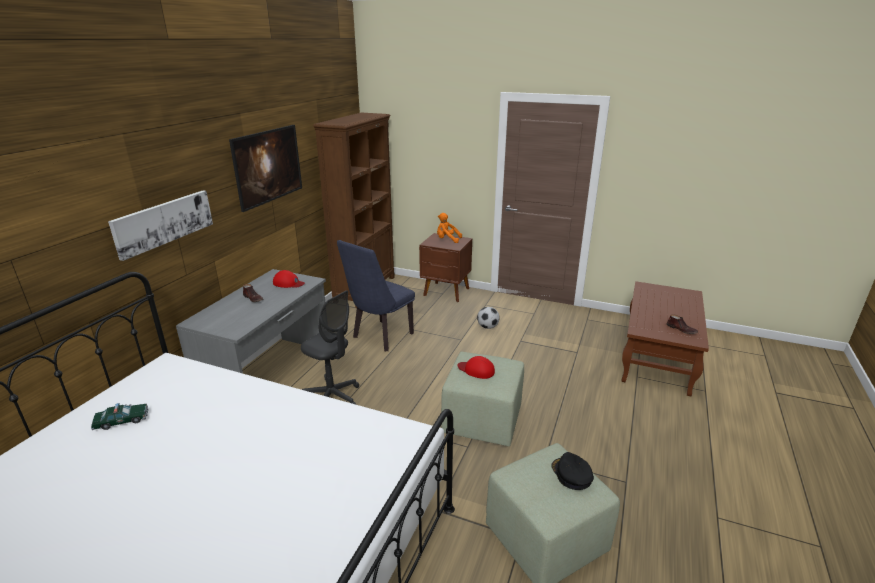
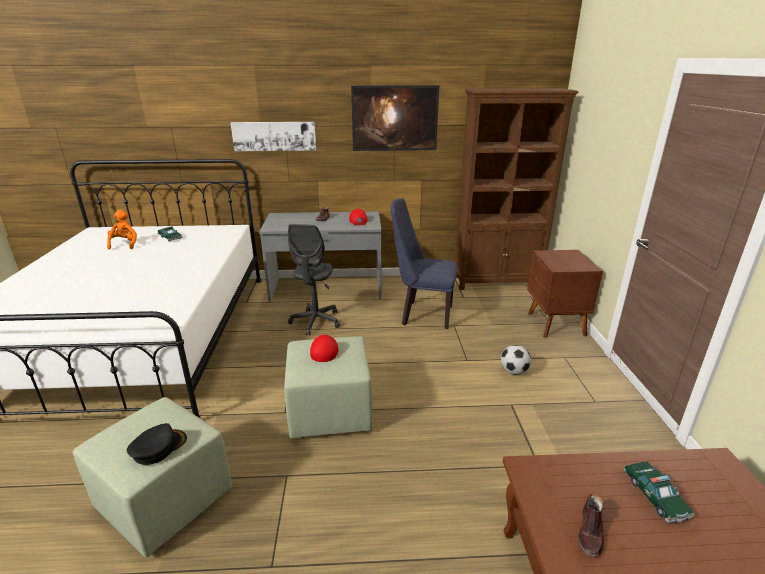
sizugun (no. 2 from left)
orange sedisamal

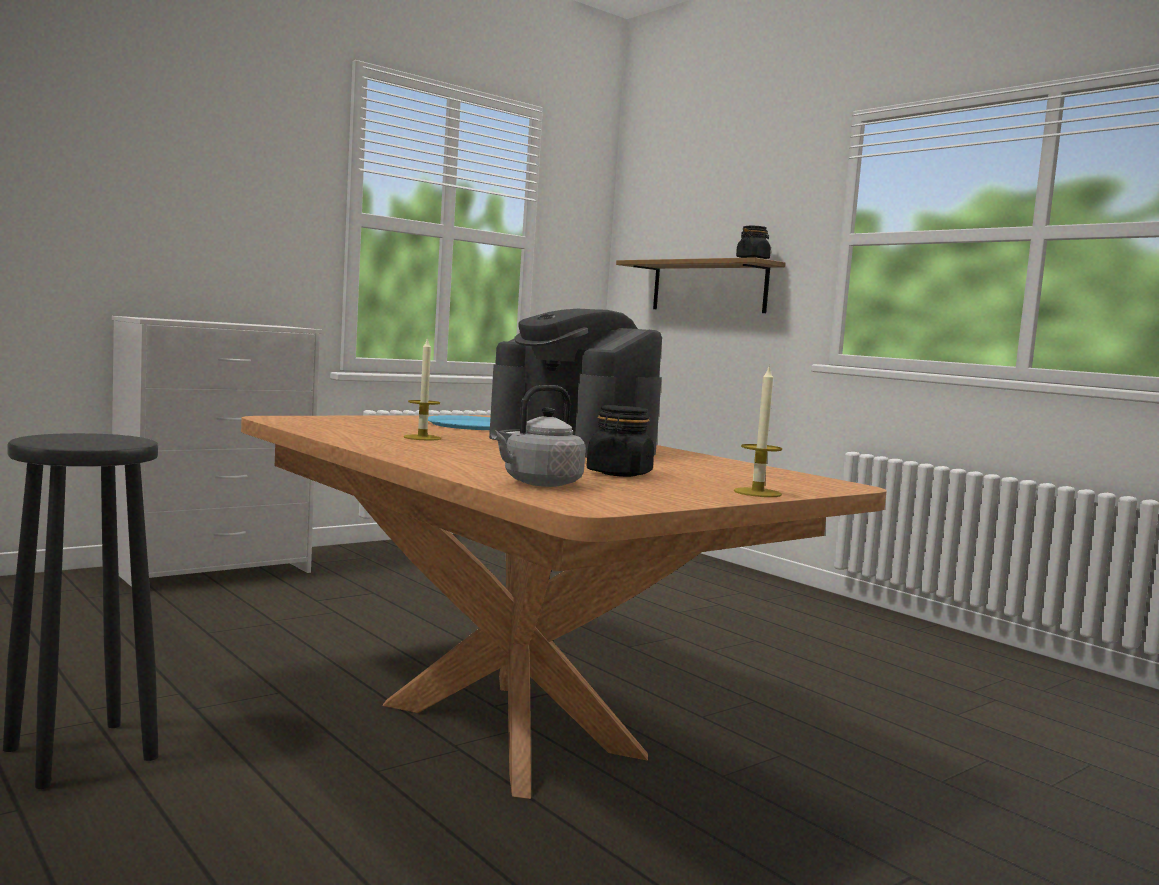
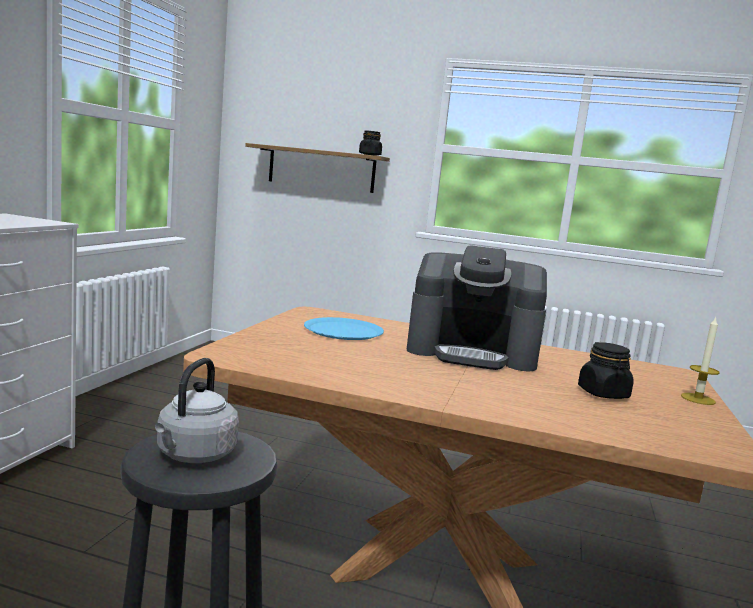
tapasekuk (no. 1 from left in the first image)
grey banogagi

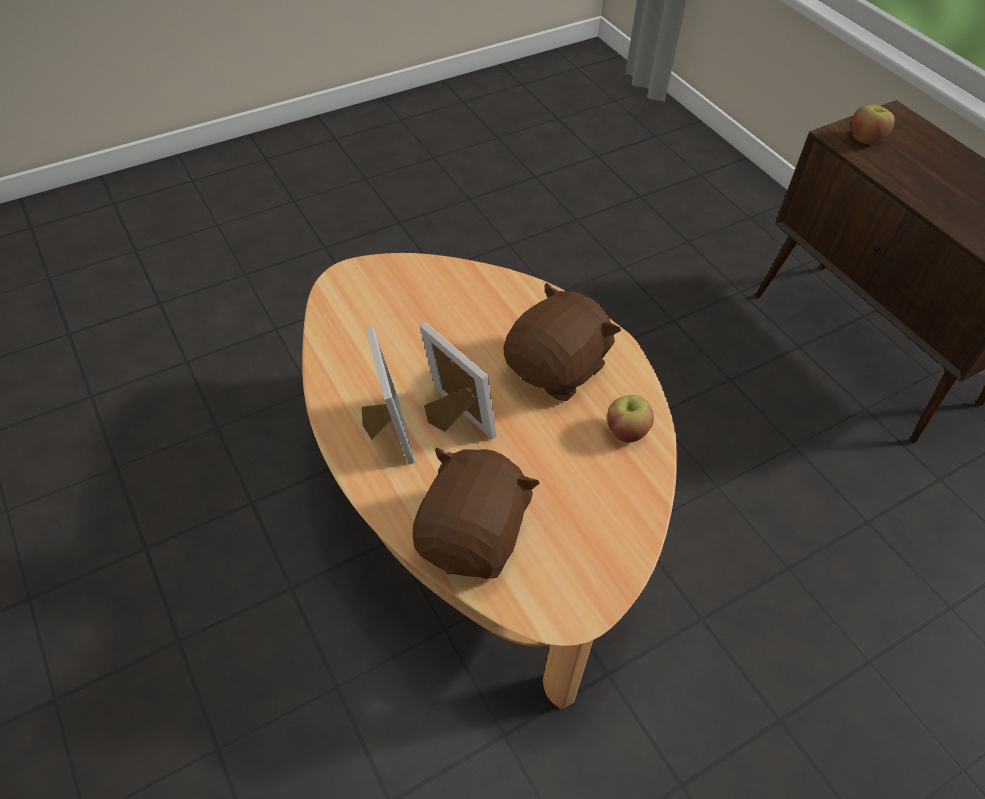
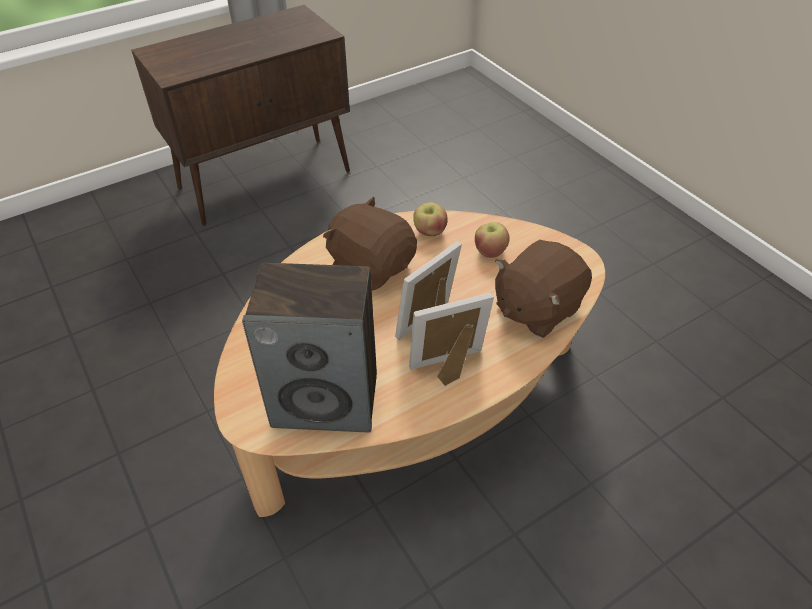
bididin
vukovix (no. 2 from left)
brown sedisamal (no. 2 from left)

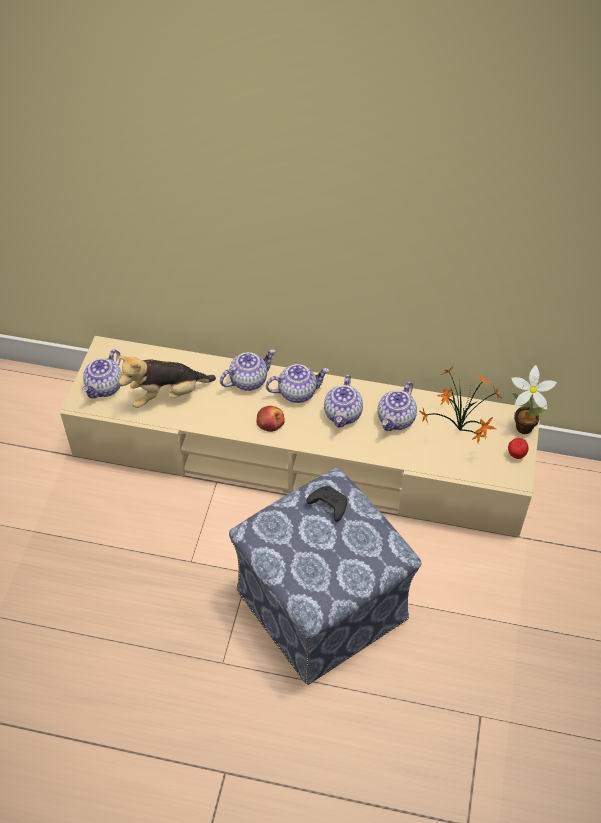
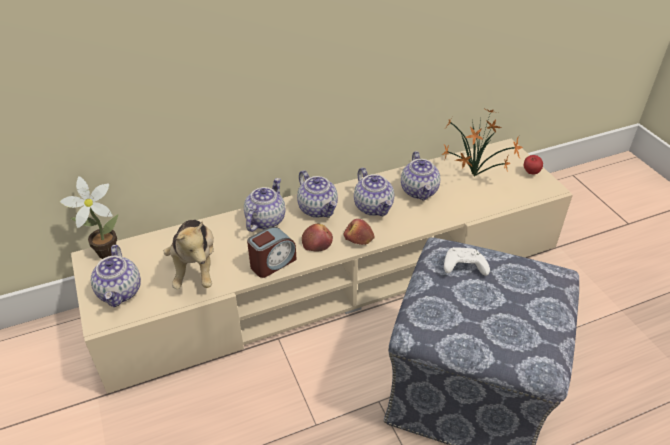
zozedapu
vukovix (no. 2 from left)
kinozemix (no. 1 from left)
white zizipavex
sedisamal
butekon (no. 3 from left)

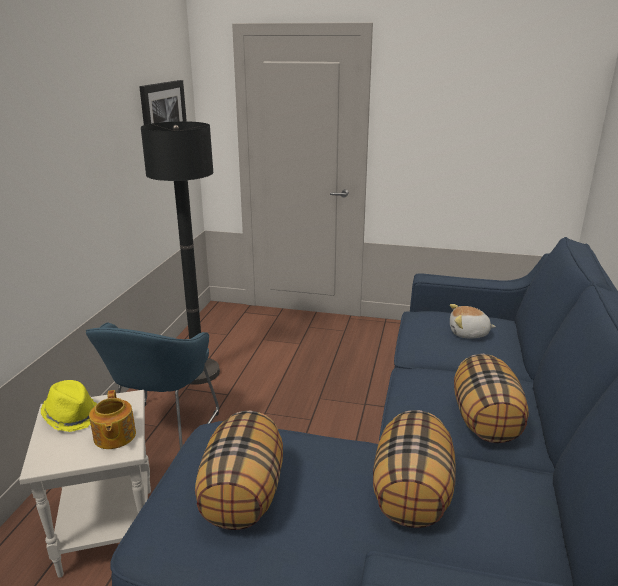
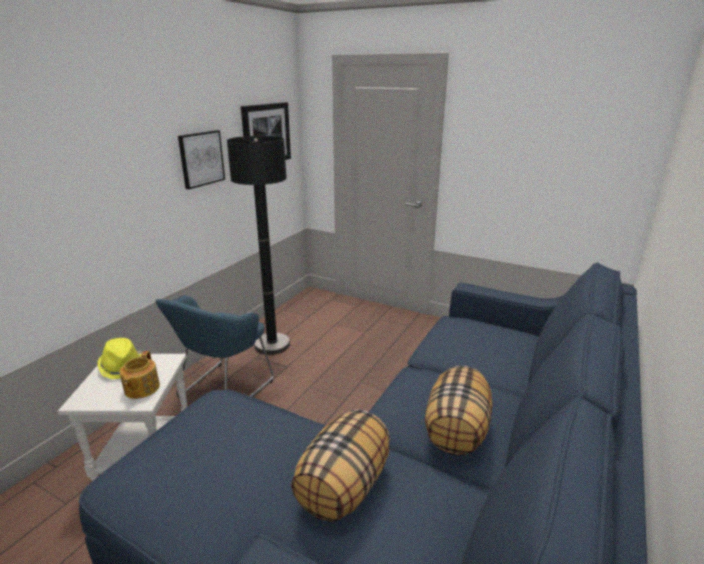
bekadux (no. 1 from left in the first image)
sedisamal
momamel (no. 1 from left)

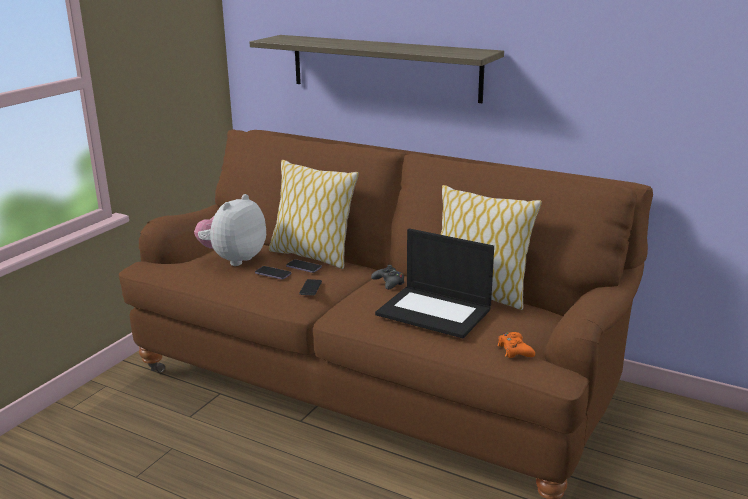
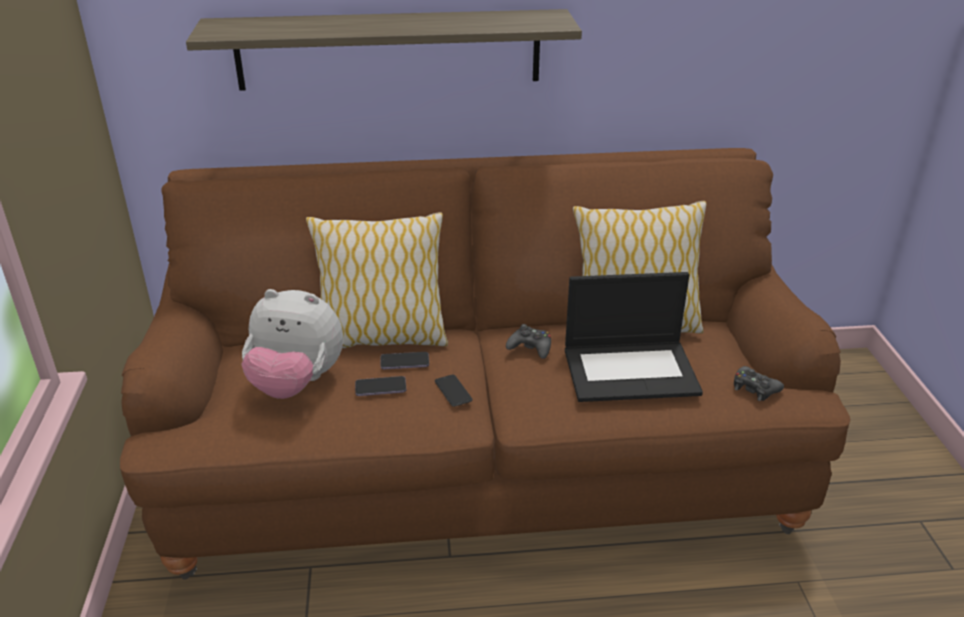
black zizipavex (no. 2 from left)
sedisamal

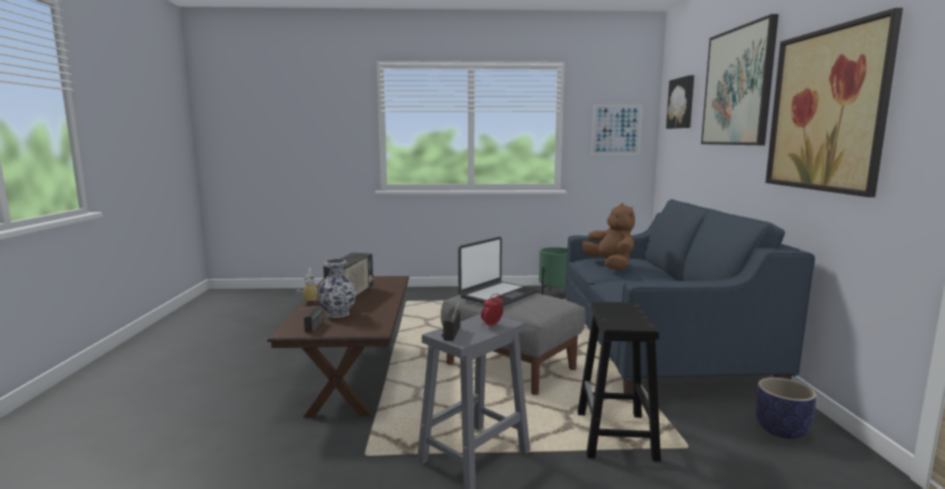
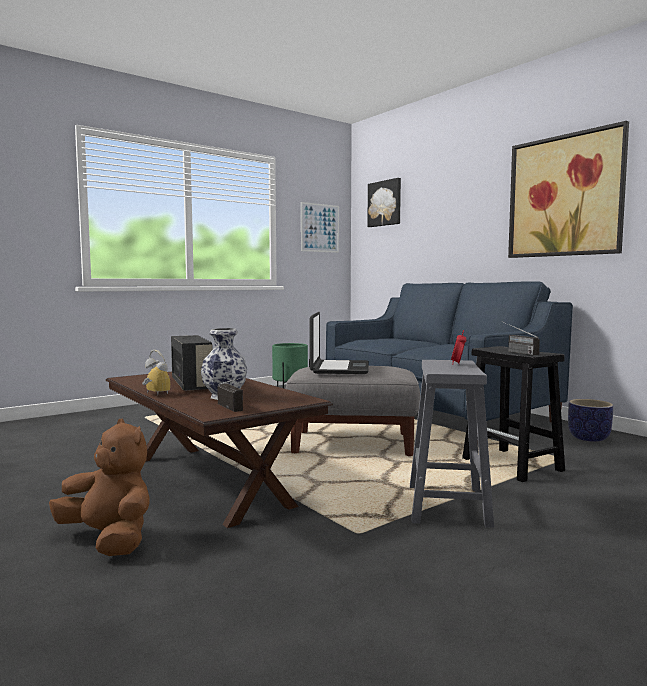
momamel (no. 3 from left in the first image)
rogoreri (no. 3 from left)
brown sedisamal

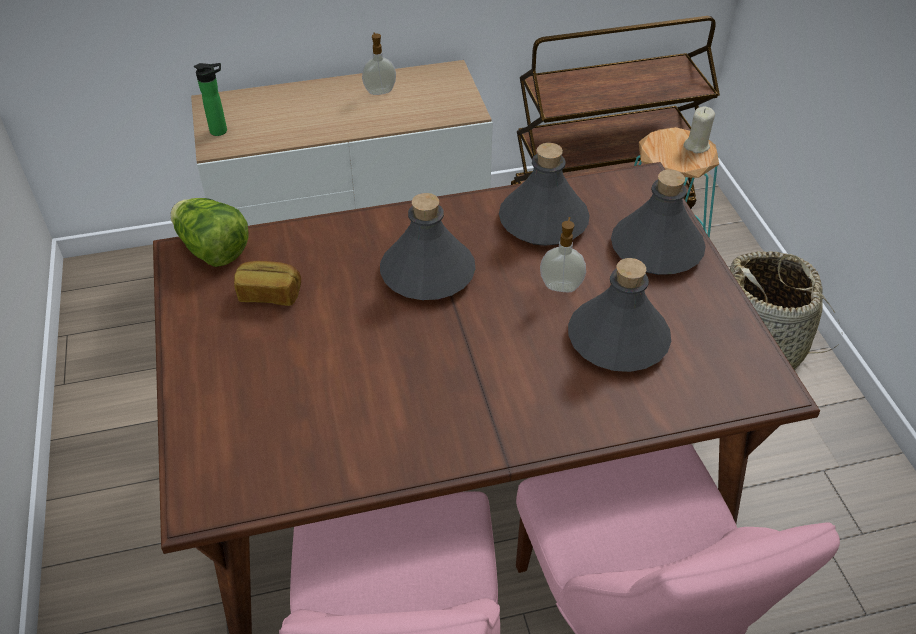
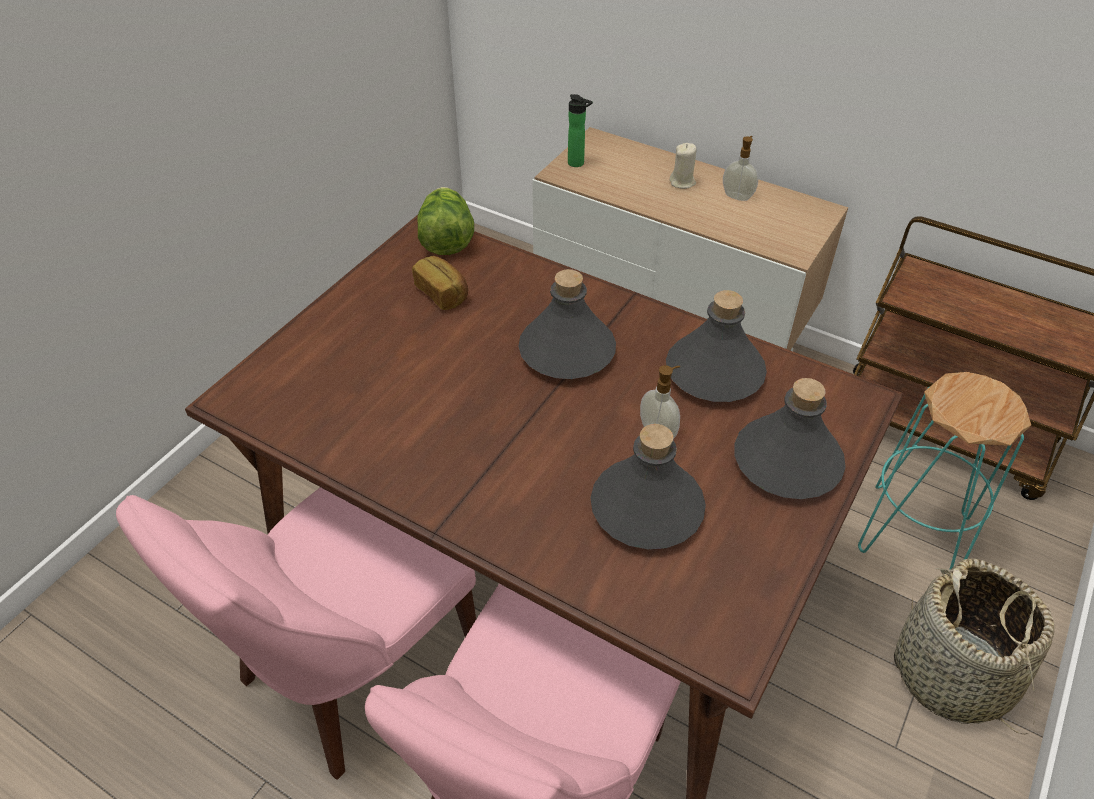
beige tapasekuk

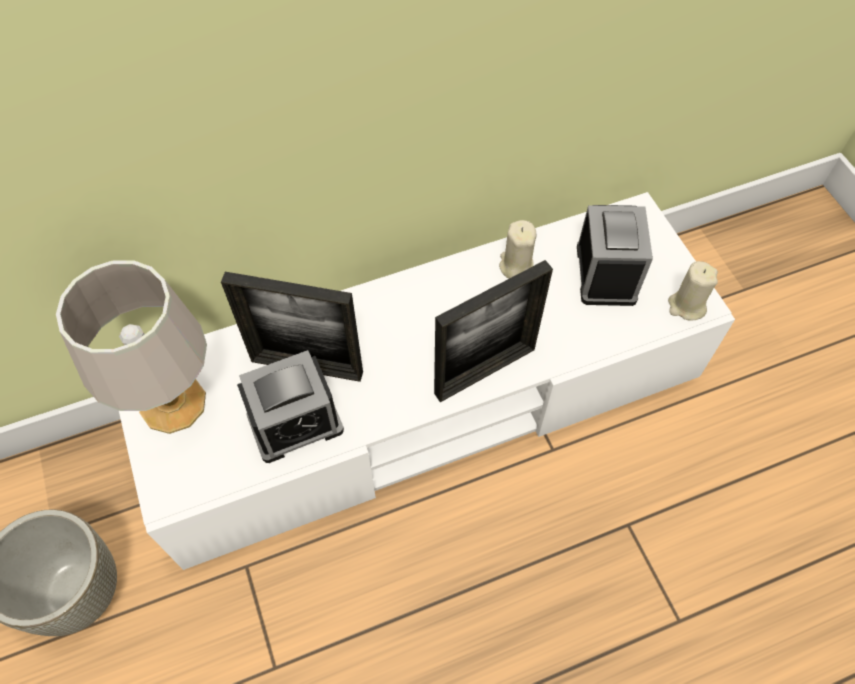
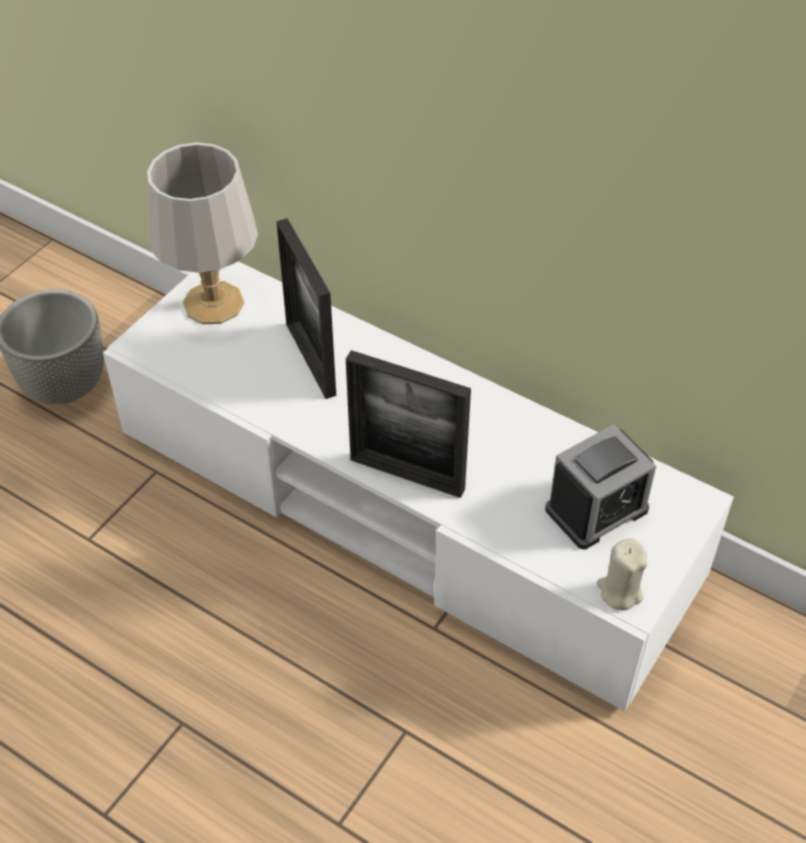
zozedapu (no. 1 from left in the first image)
beige tapasekuk (no. 1 from left in the first image)

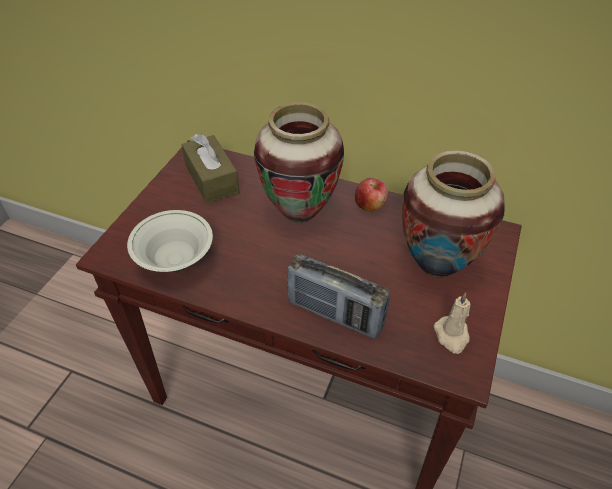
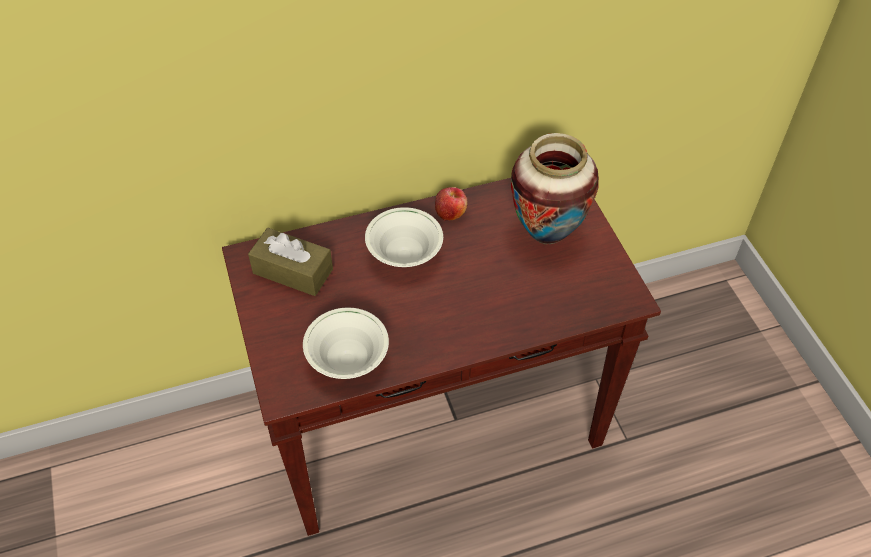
rogoreri
beige tapasekuk
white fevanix (no. 2 from left)

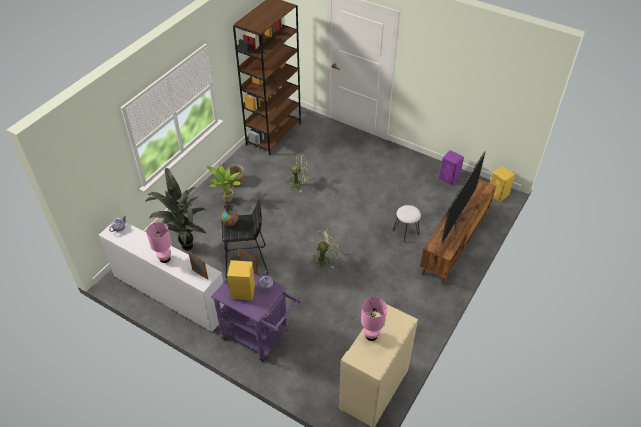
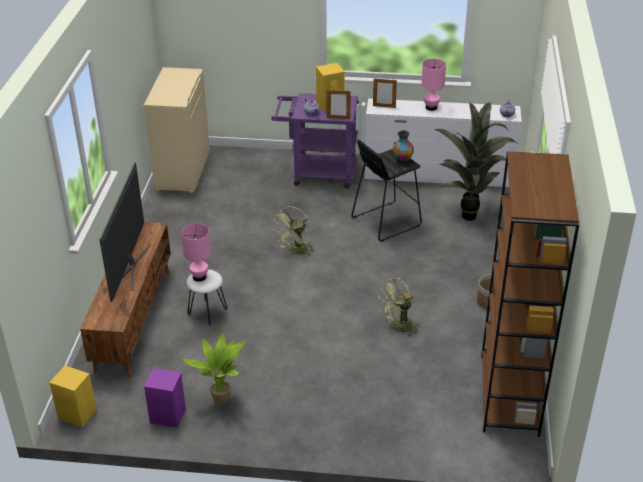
kinozemix (no. 1 from left)
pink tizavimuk (no. 1 from left)

